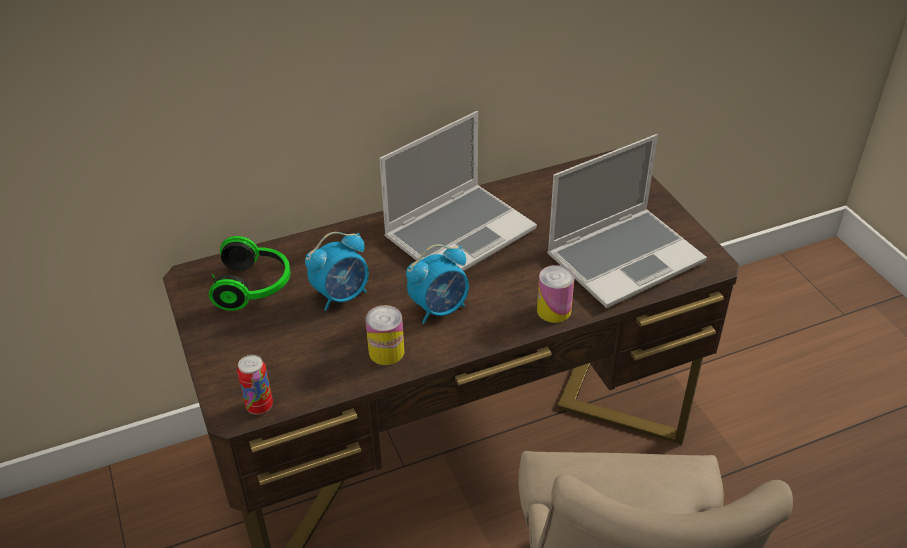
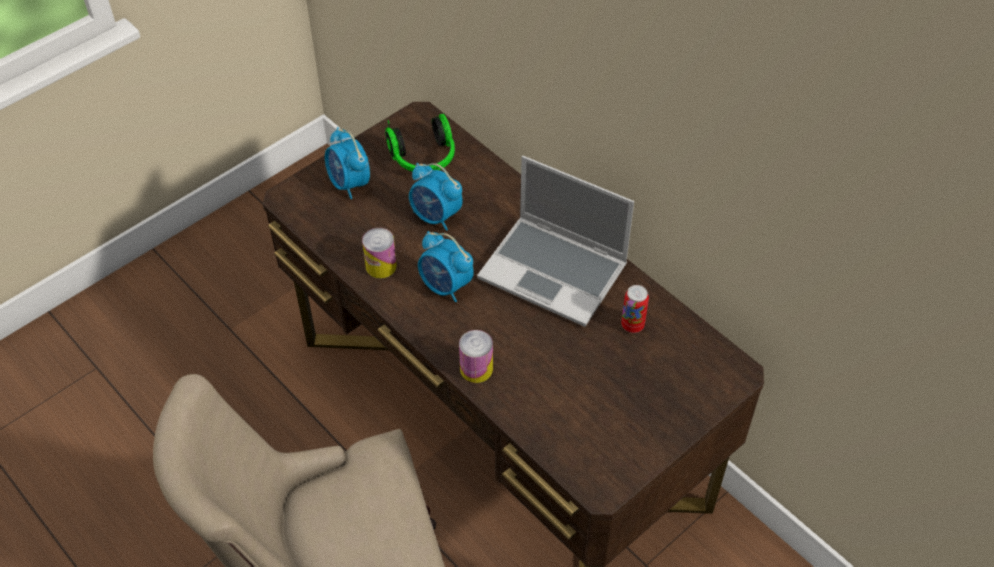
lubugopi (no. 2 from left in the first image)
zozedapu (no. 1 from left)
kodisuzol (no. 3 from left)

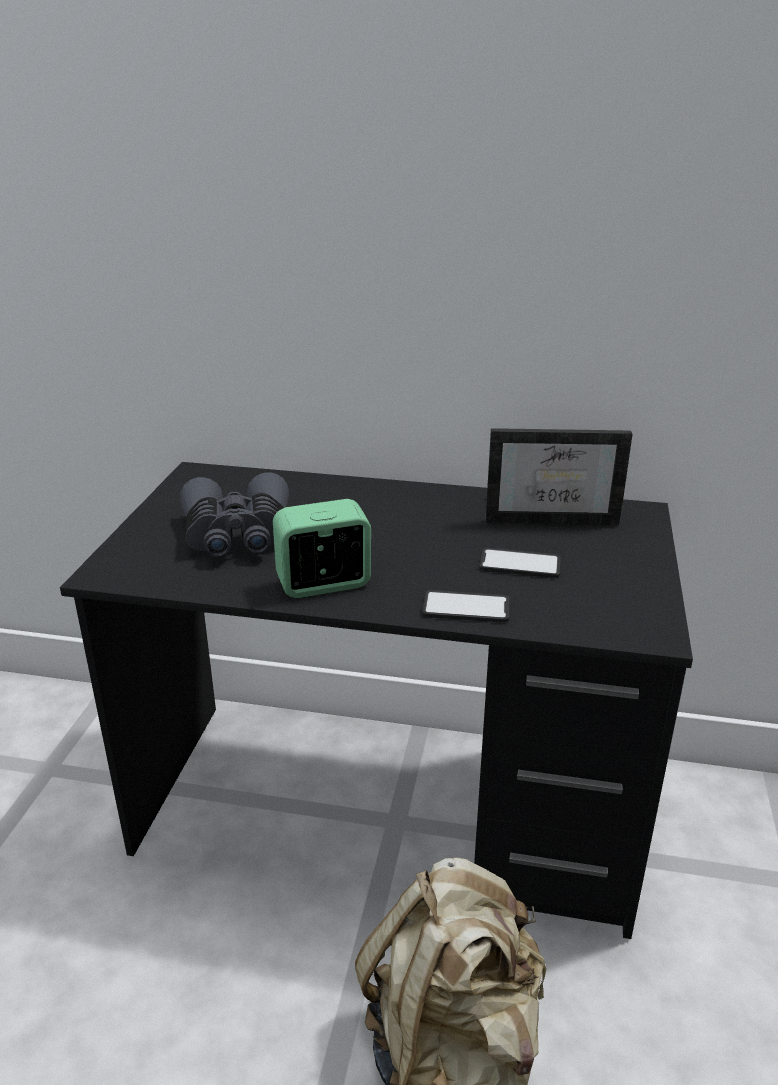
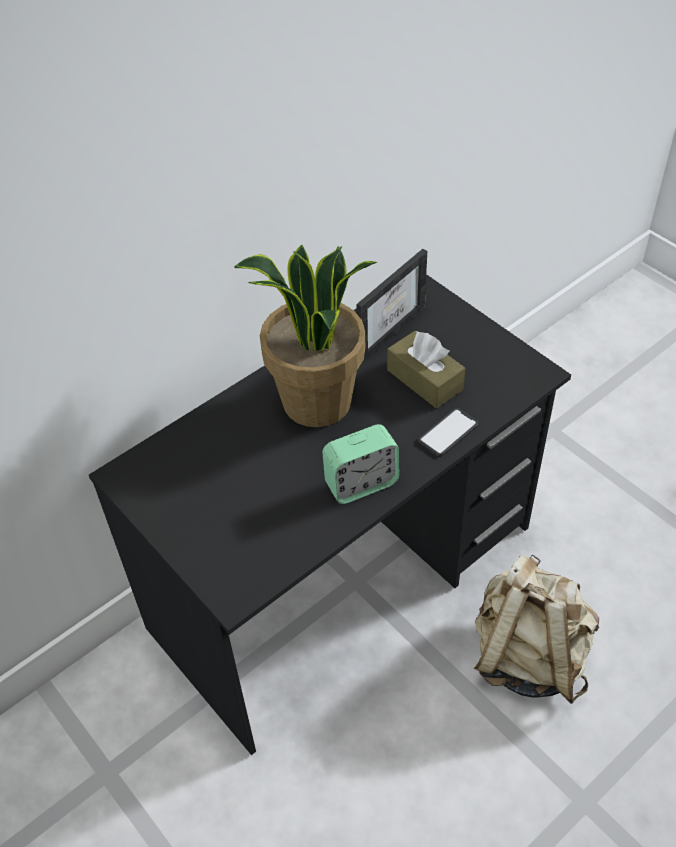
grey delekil
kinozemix
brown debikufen
zozedapu

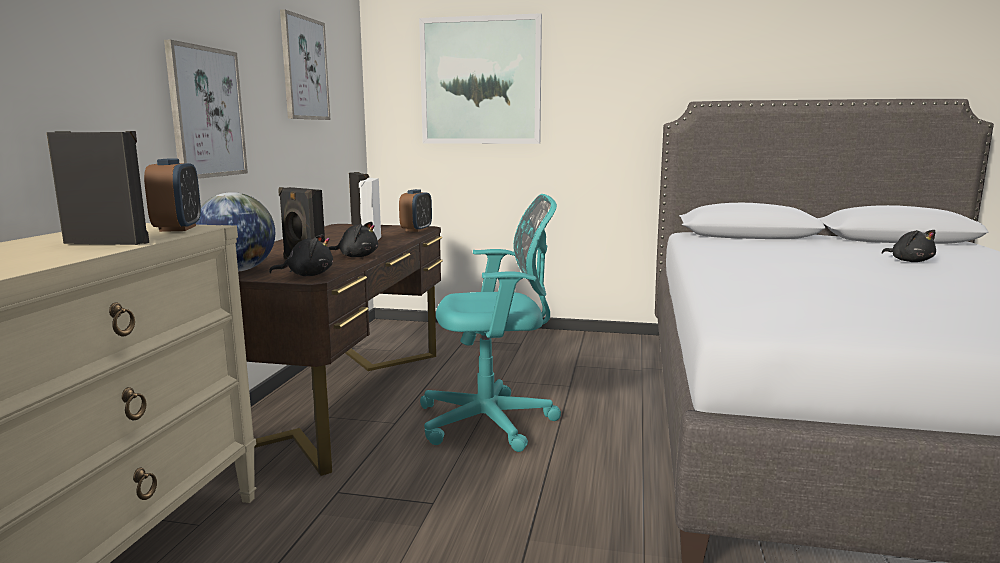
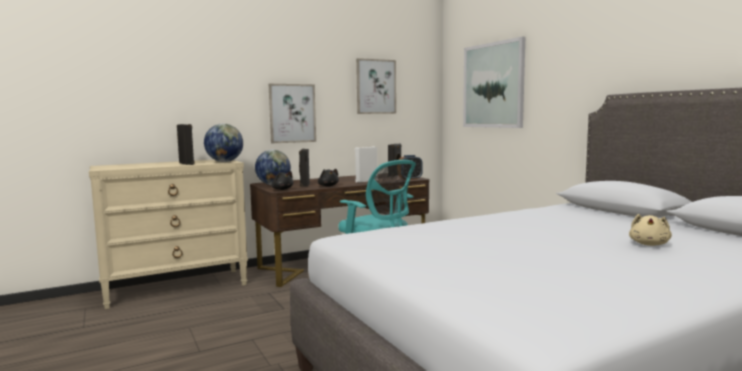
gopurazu (no. 1 from left)
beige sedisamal

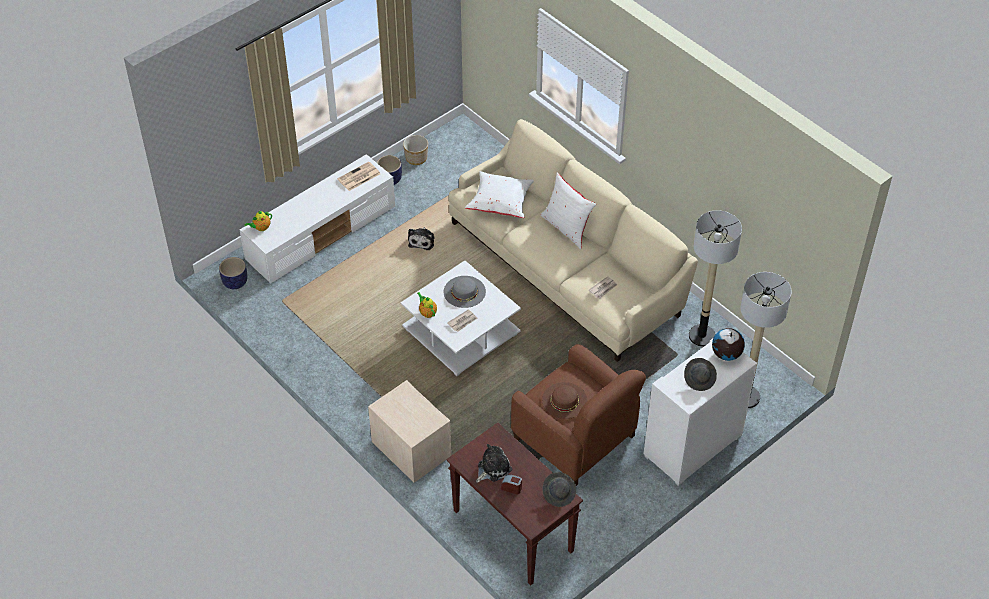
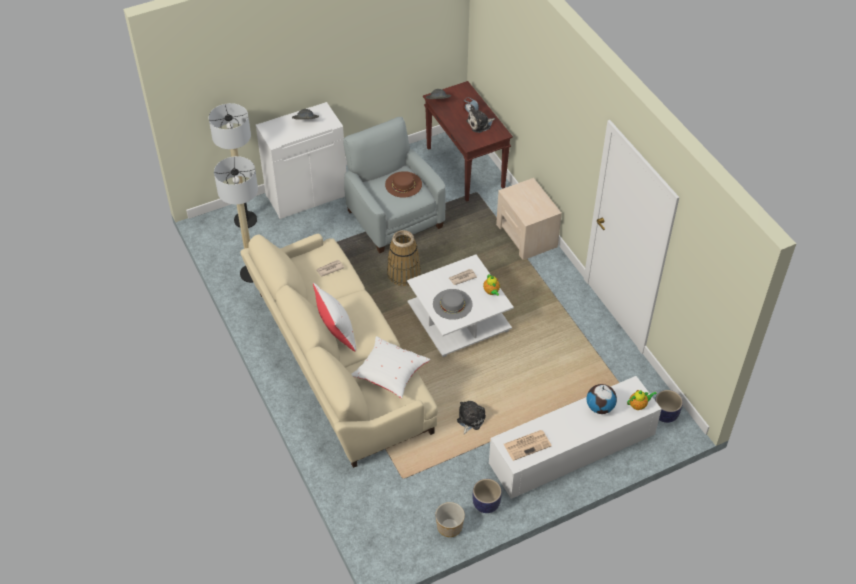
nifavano
gopurazu
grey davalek

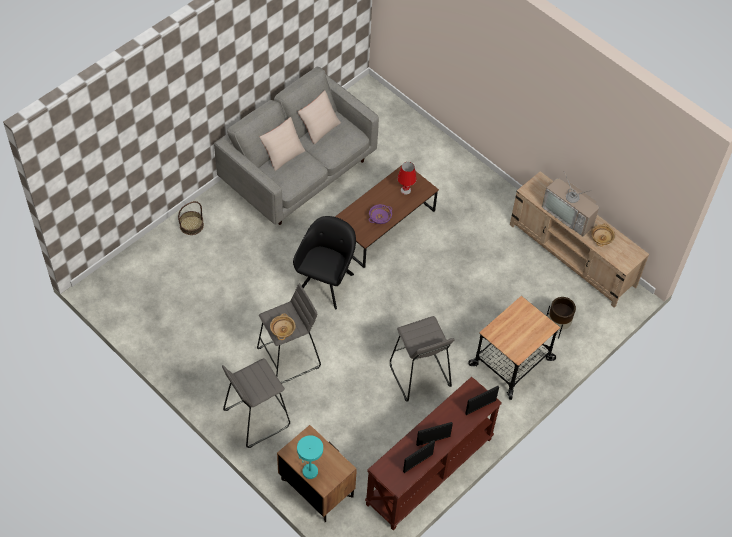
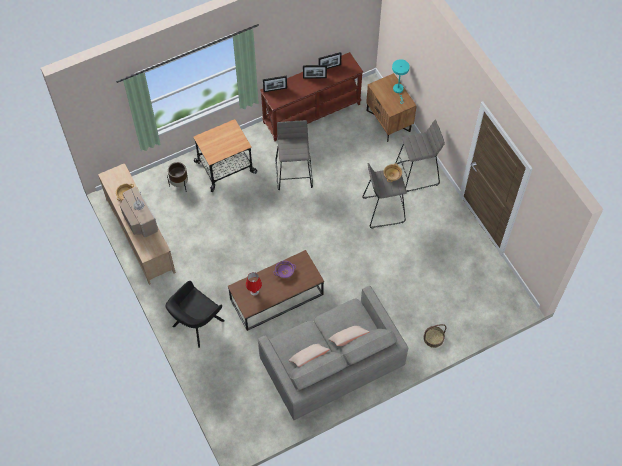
black davalek

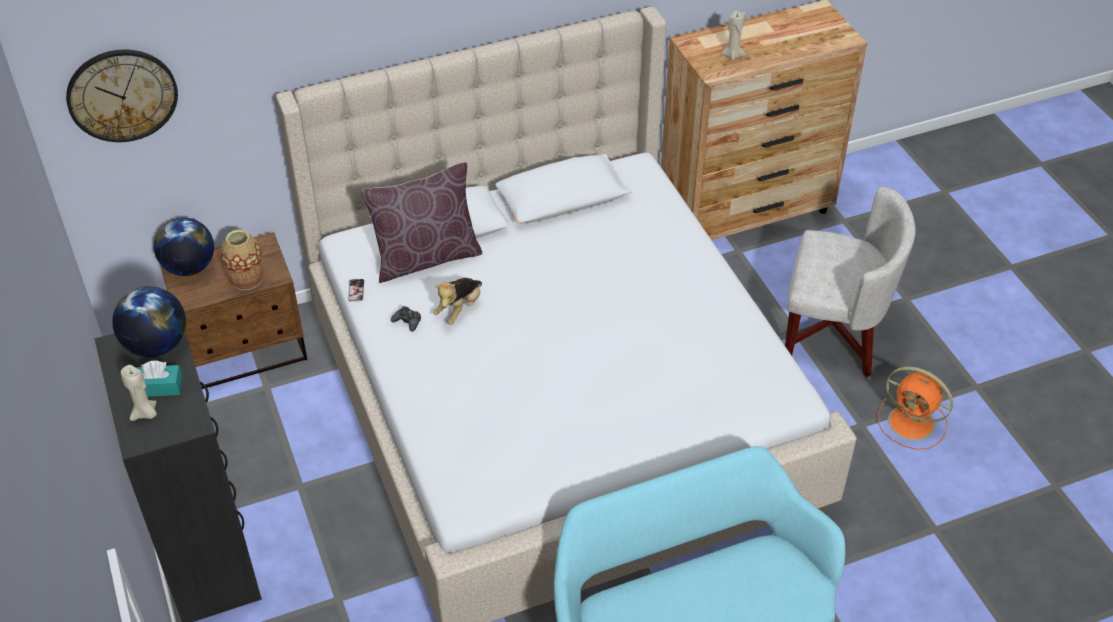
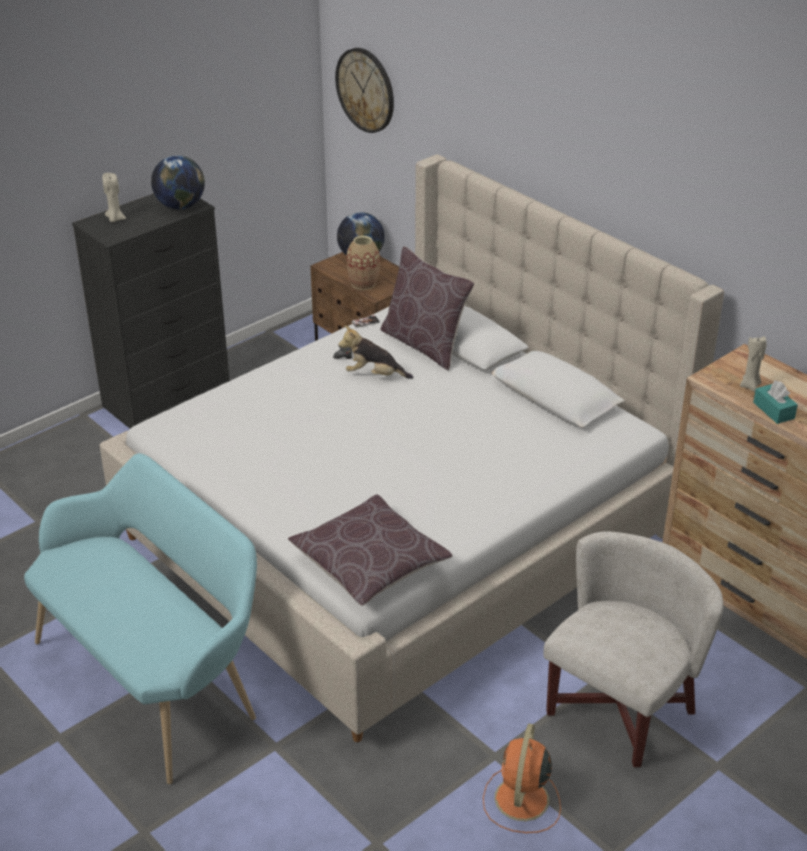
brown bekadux (no. 1 from left)
turquoise debikufen
white davalek

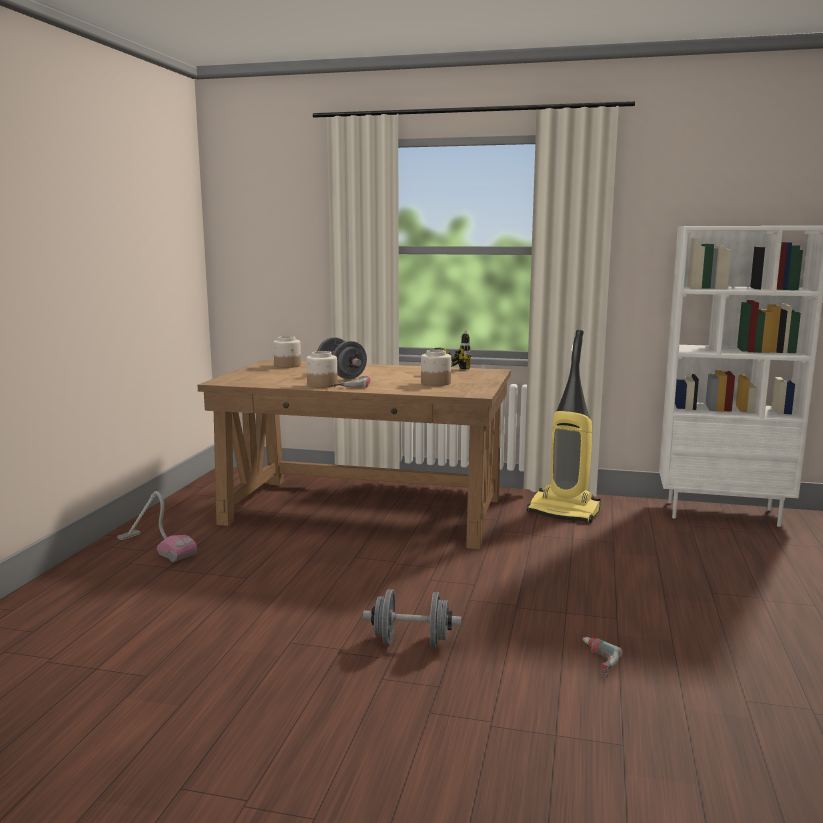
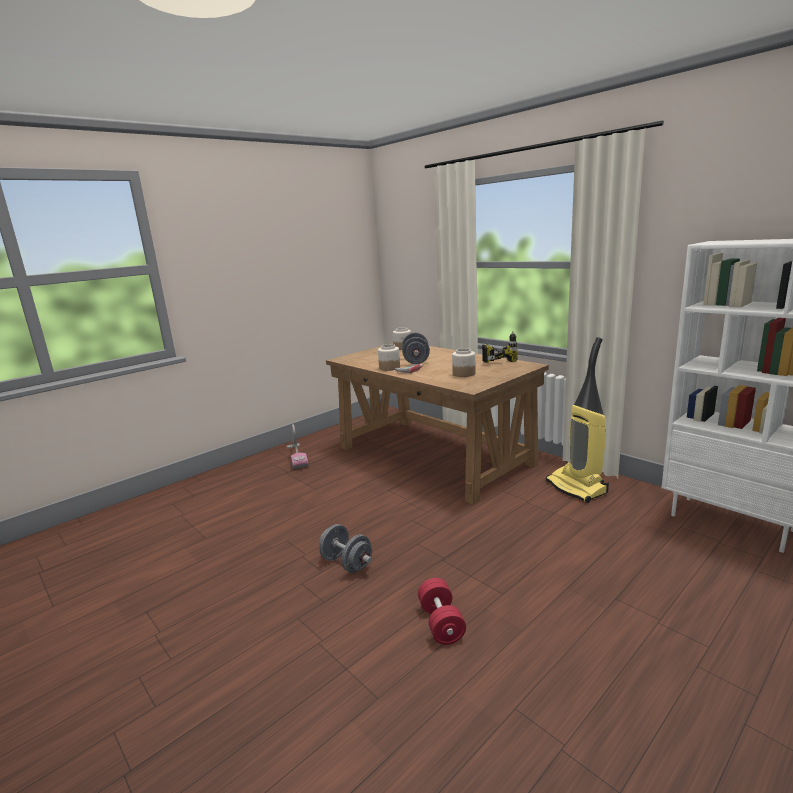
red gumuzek

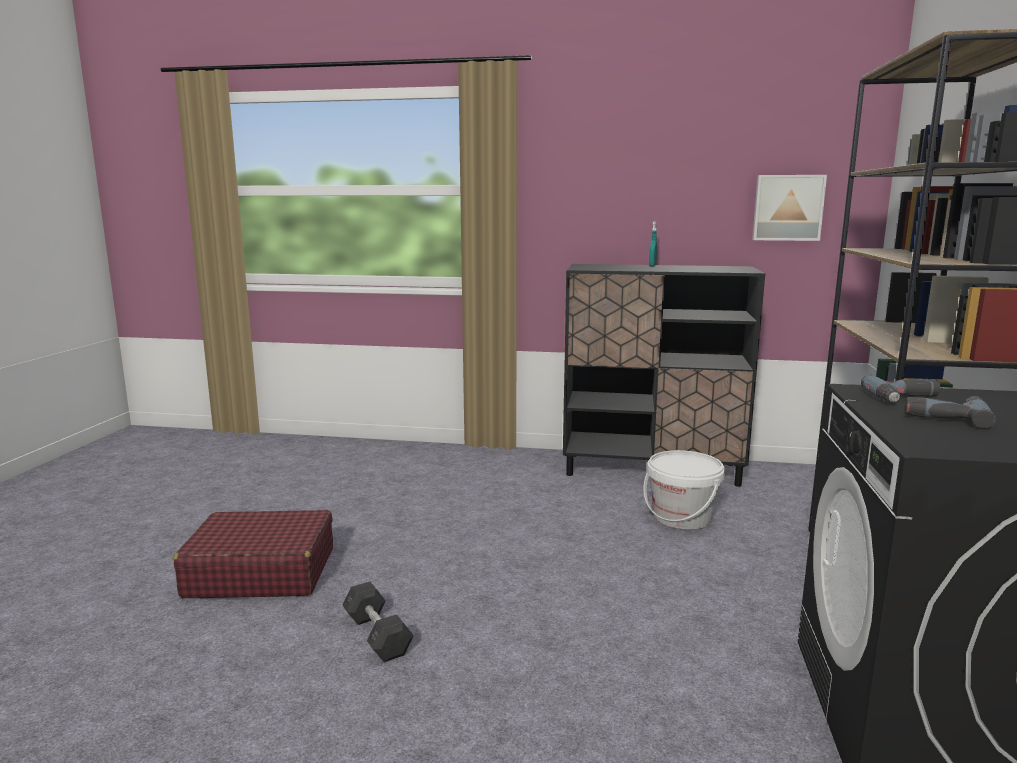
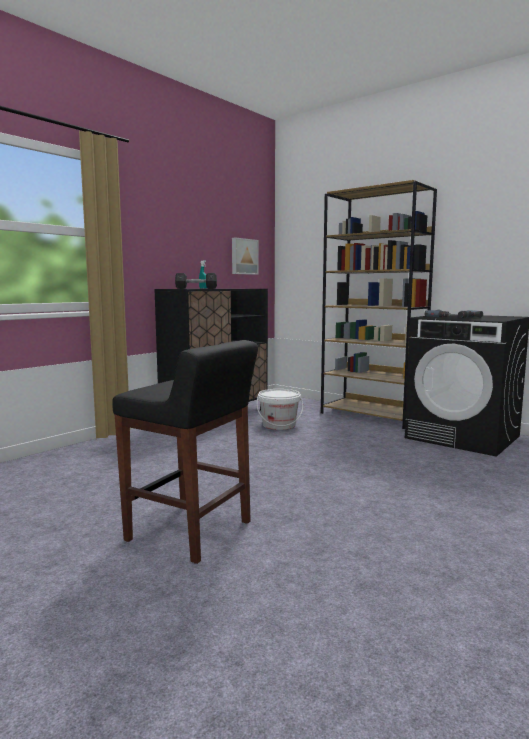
grey gumuzek
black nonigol

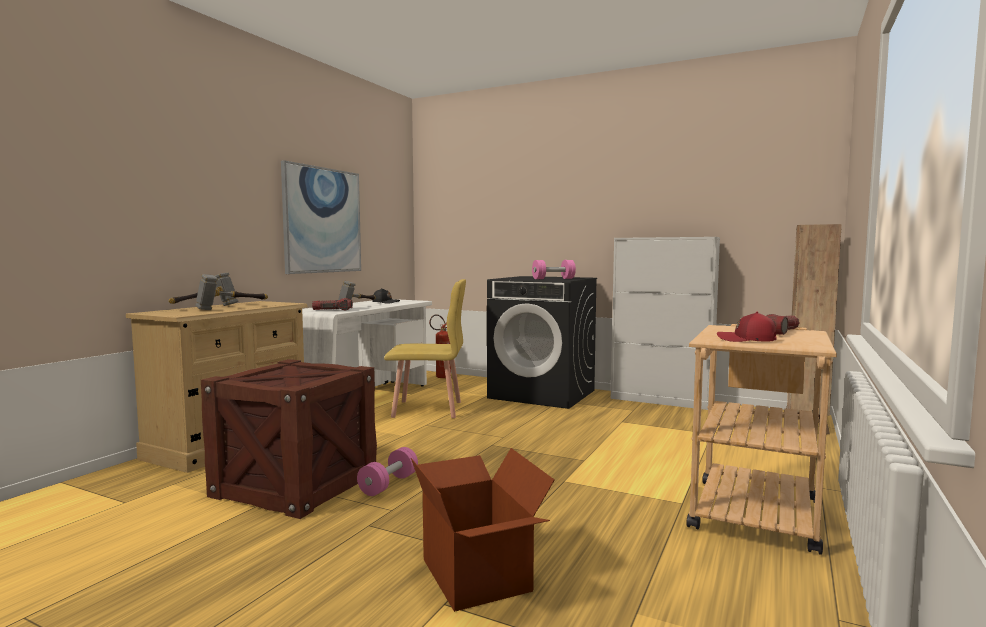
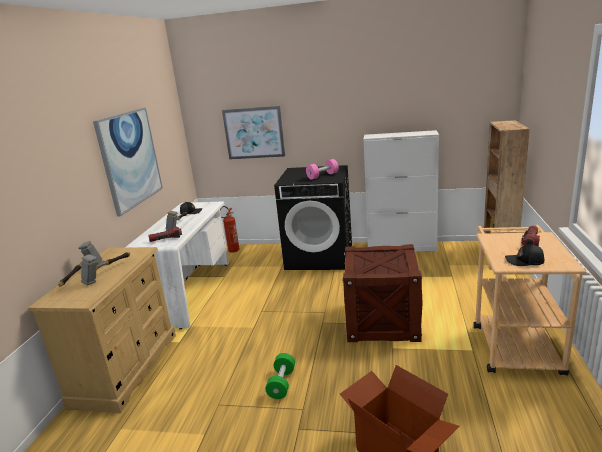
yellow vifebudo
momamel (no. 2 from left)
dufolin
green gumuzek
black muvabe (no. 2 from left)

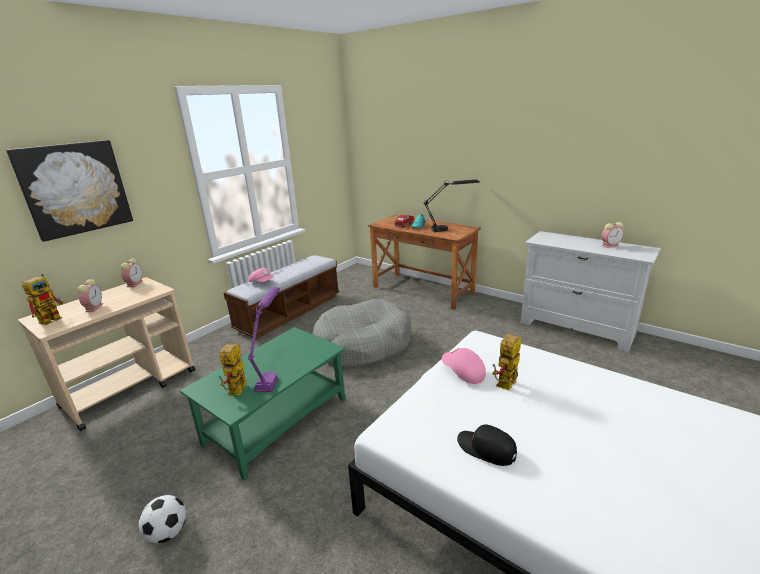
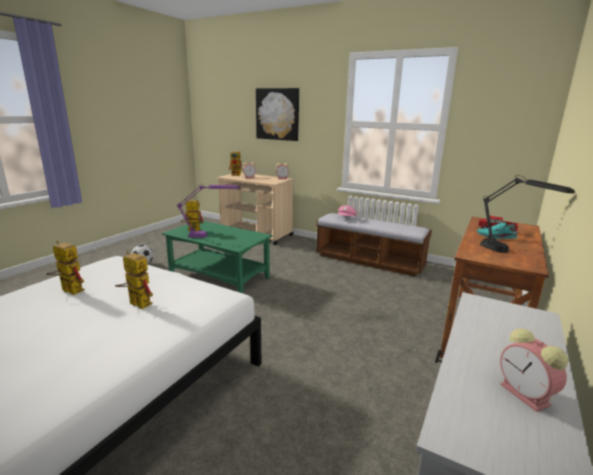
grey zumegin
pink muvabe (no. 2 from left in the first image)
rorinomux (no. 1 from left)

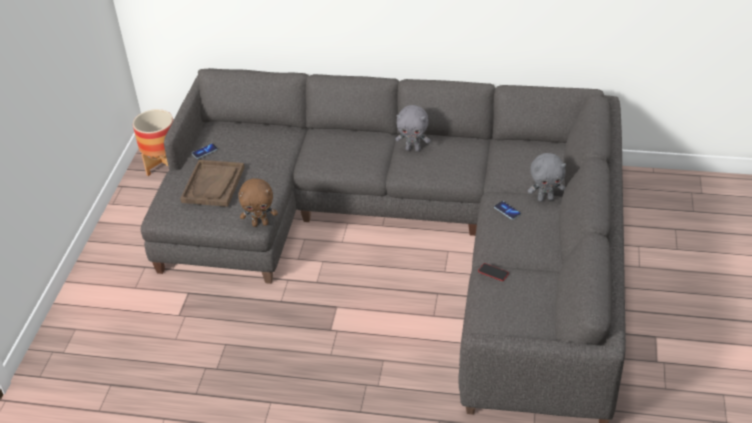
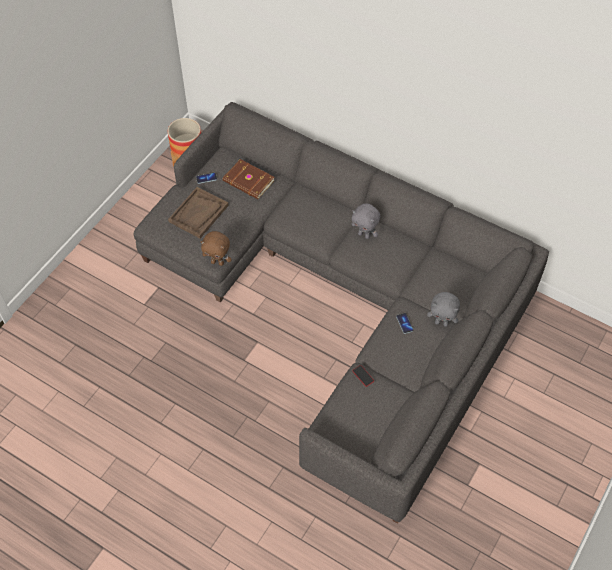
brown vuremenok

